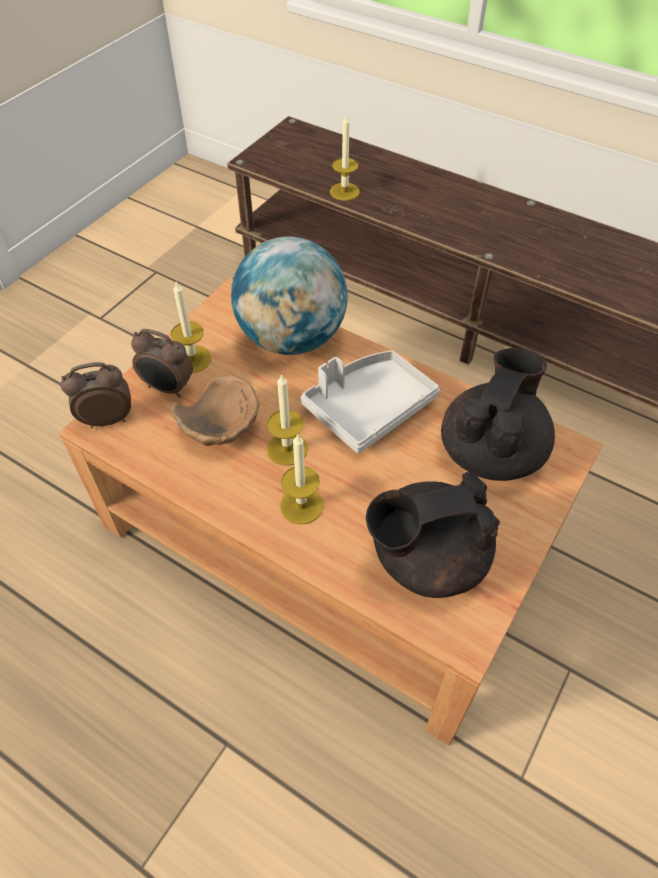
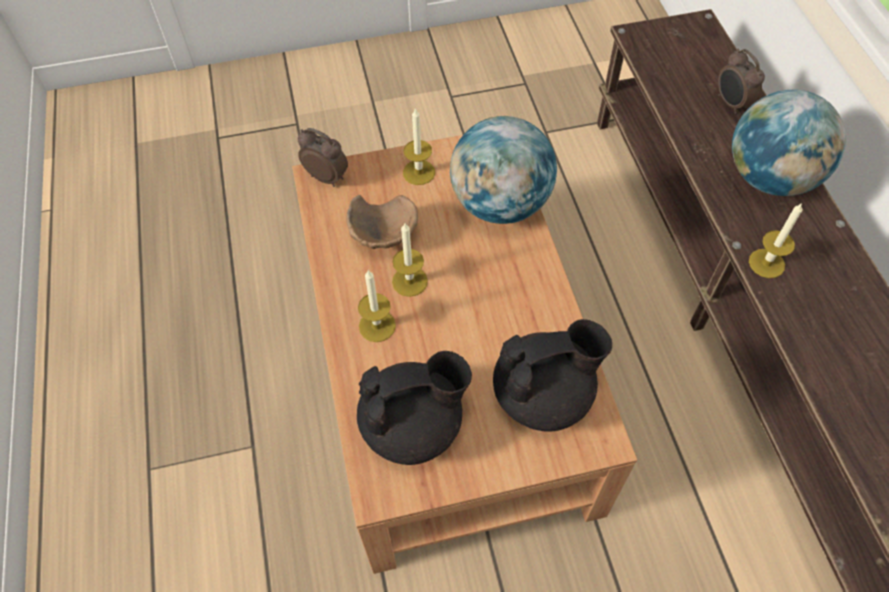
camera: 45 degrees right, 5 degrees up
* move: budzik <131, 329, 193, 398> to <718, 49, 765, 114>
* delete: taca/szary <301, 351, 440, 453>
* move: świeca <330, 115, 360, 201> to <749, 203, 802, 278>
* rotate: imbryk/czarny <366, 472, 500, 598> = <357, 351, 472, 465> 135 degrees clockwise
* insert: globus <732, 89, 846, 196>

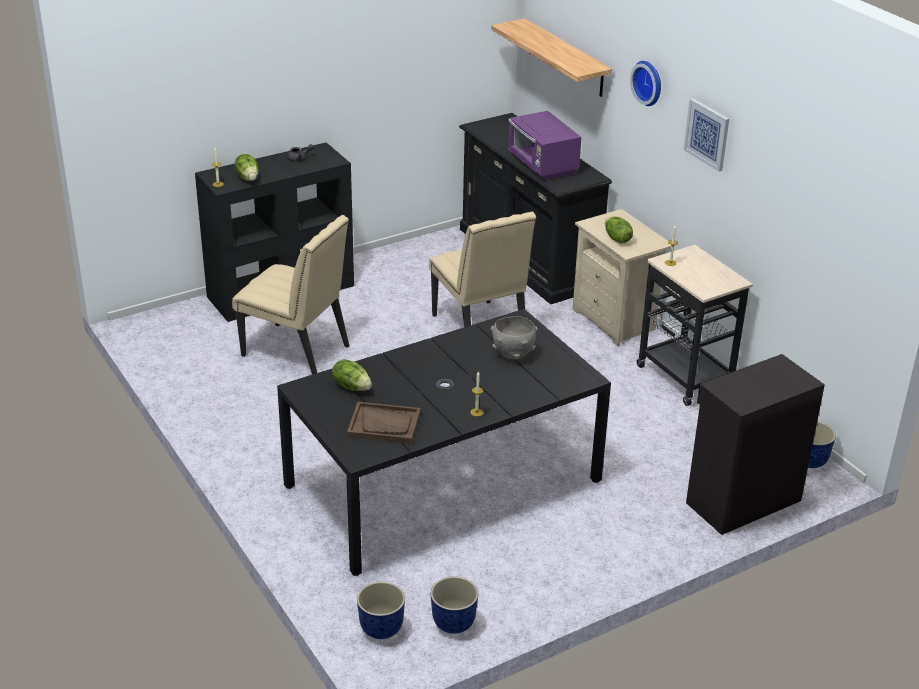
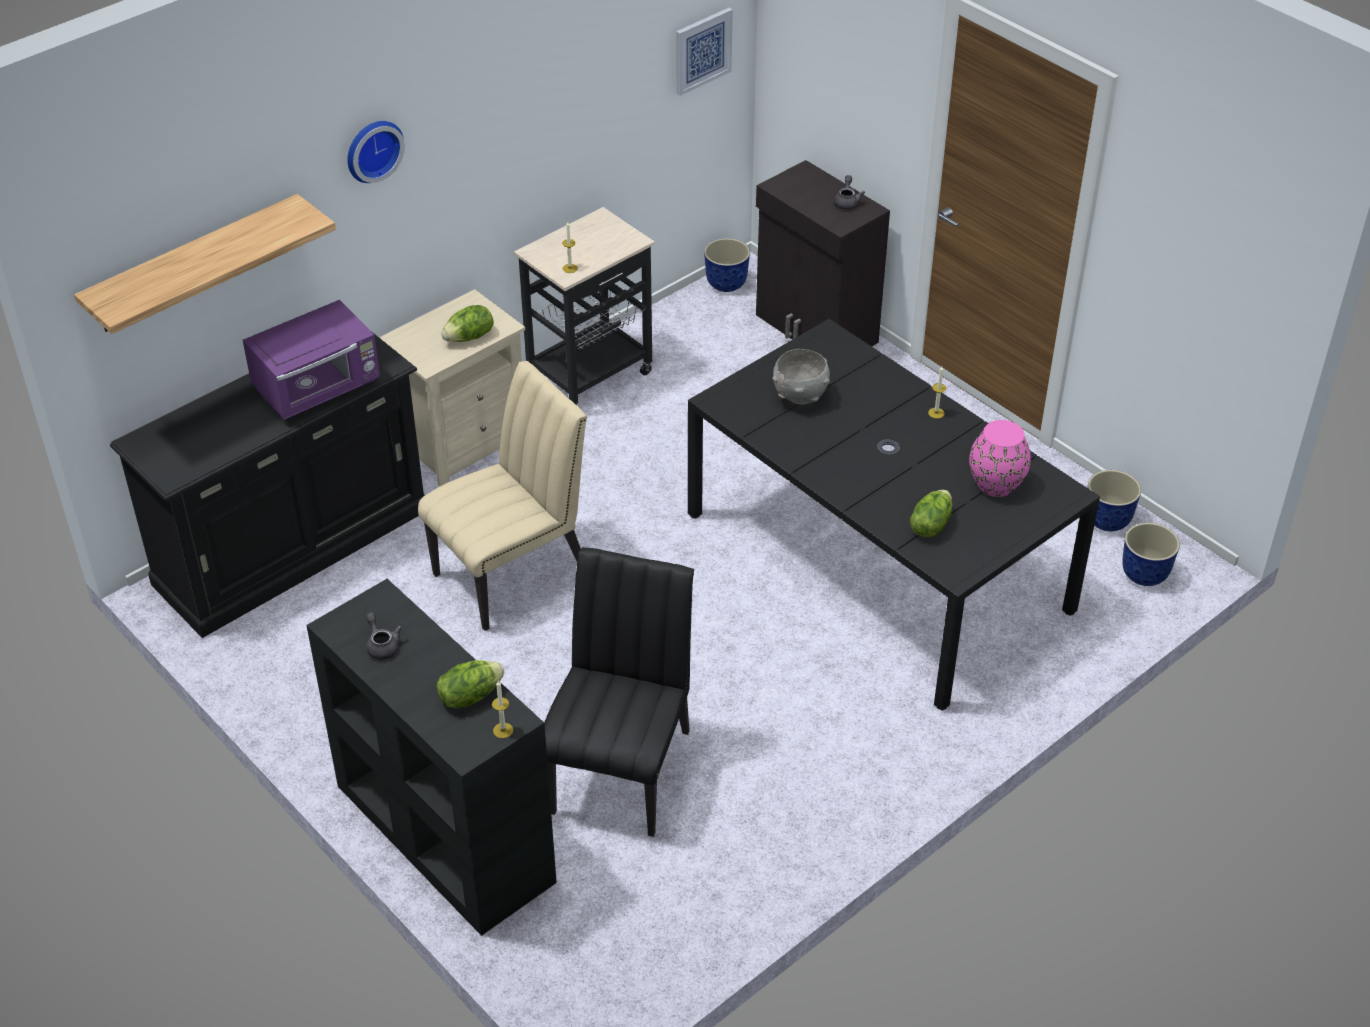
camera: 100 degrees left, 10 degrees up
* recolor: krzesło/beżowy <232, 215, 349, 375> to krzesło/czarny <544, 547, 694, 837>
* replace: taca/brązowy <347, 402, 421, 444> to wazon/różowy <969, 420, 1031, 497>
* move: obraz <684, 98, 729, 171> to <676, 8, 733, 96>
* insert: imbryk/szary <834, 175, 865, 210>

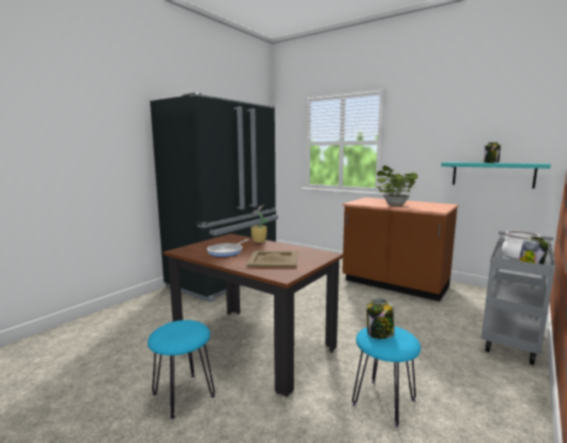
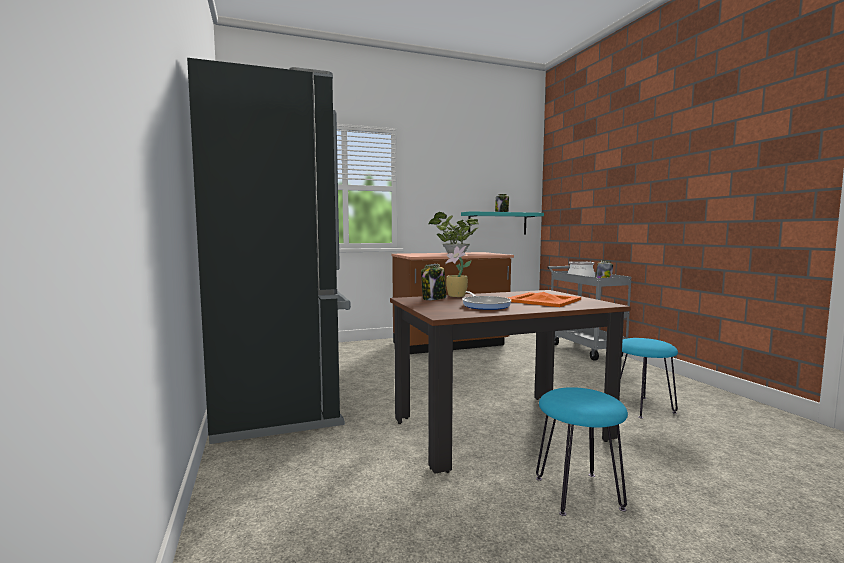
camera: 55 degrees left, 5 degrees down
* recolor: taca/beżowy <247, 250, 298, 268> to taca/pomarańczowy <508, 292, 581, 307>
* move: słoik <367, 299, 395, 339> to <421, 264, 446, 300>

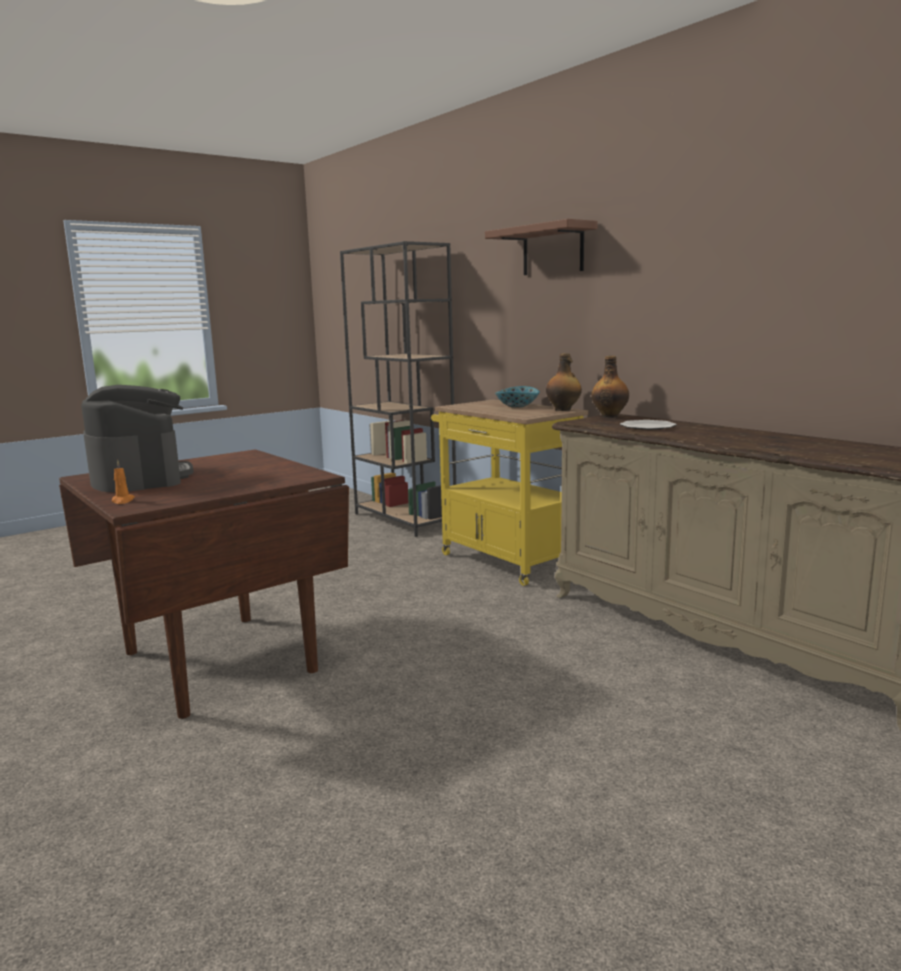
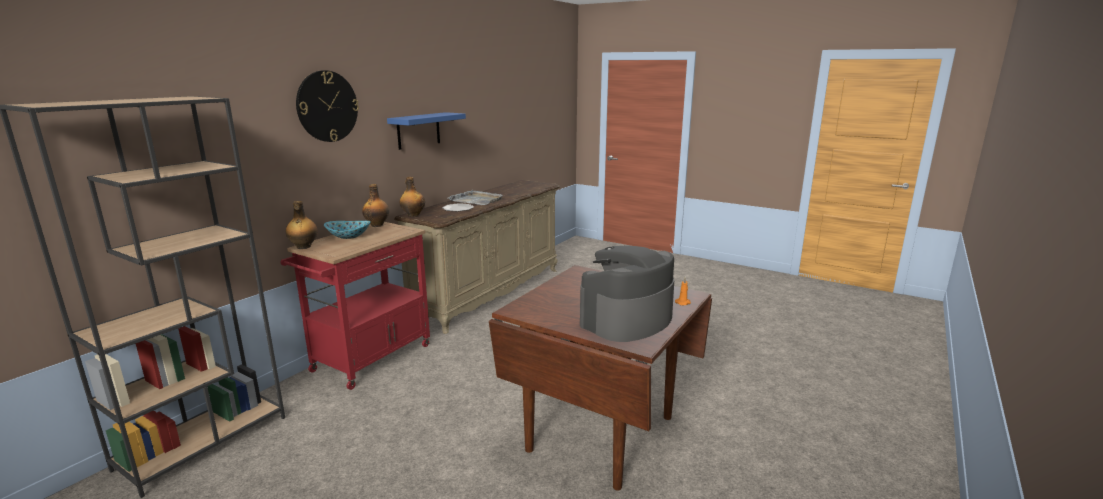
camera: 110 degrees left, 5 degrees up
* recolor: wózek/żółty <431, 399, 588, 586> to wózek/czerwony <280, 222, 430, 390>
* replace: półka/brązowy <485, 219, 598, 275> to zegar ścienny <296, 70, 359, 142>
* insert: butelka <286, 201, 318, 249>
* insert: półka/niebieski <387, 112, 466, 150>
* insert: taca/szary <448, 190, 503, 205>

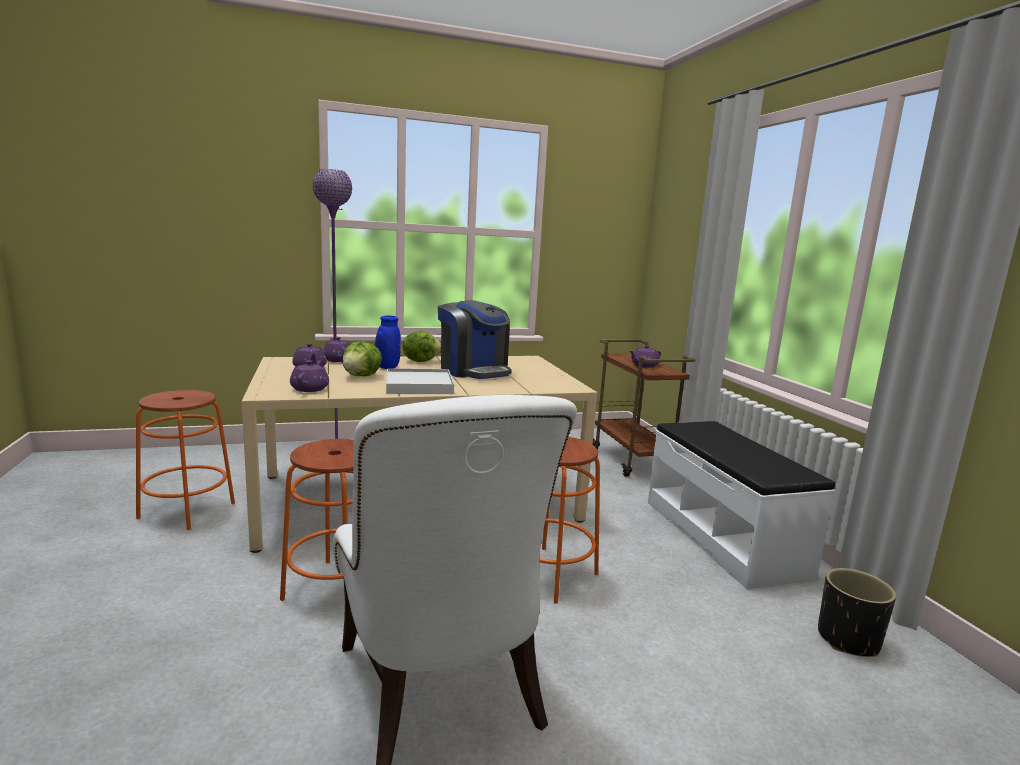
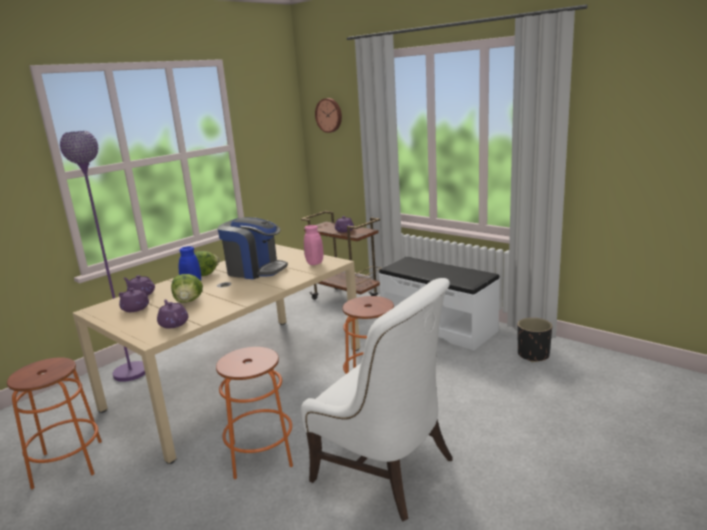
camera: 30 degrees left, 5 degrees up
* delete: taca/biały <386, 368, 454, 394>
* insert: wazon/różowy <304, 225, 323, 265>
* insert: zegar ścienny <315, 98, 342, 133>

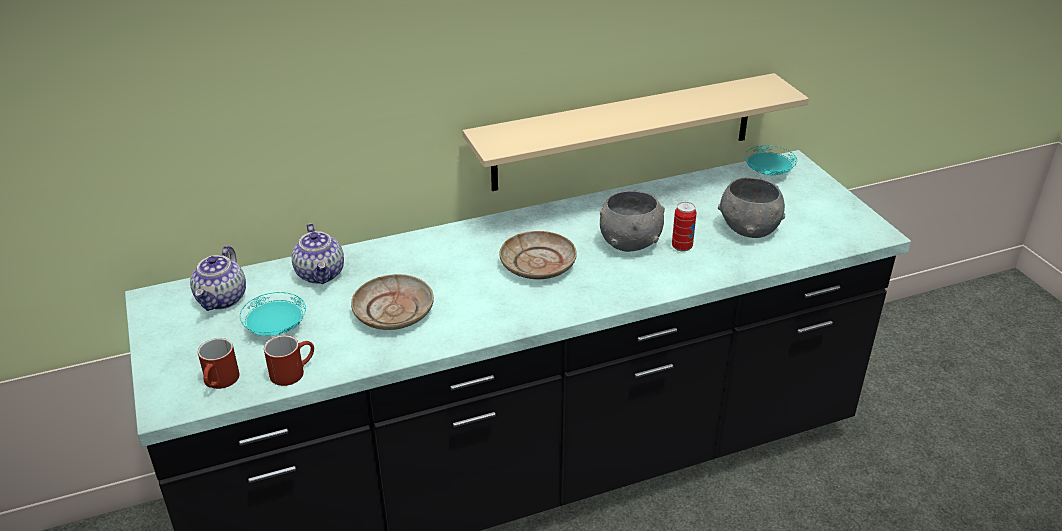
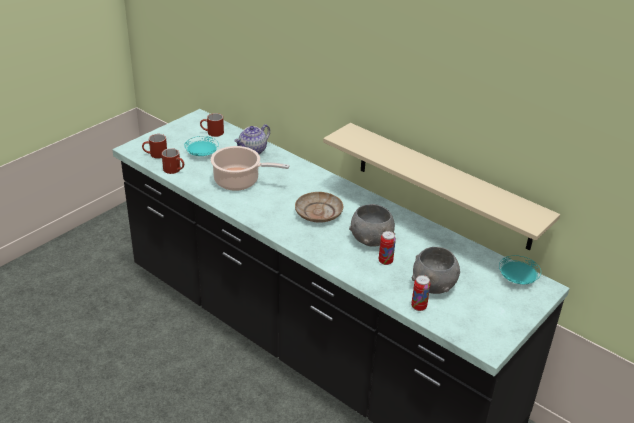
camera: 60 degrees right, 0 degrees up
* replace: imbryk <190, 246, 246, 311> to kubek/czerwony <200, 113, 224, 137>
* replace: talerz/beżowy <351, 274, 434, 330> to garnek <211, 146, 290, 191>
* insert: puszka <411, 275, 431, 311>

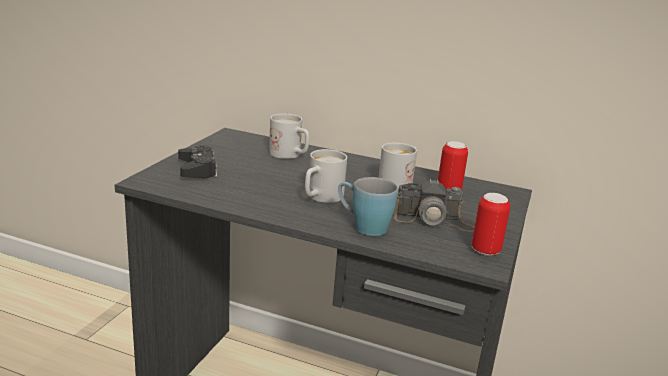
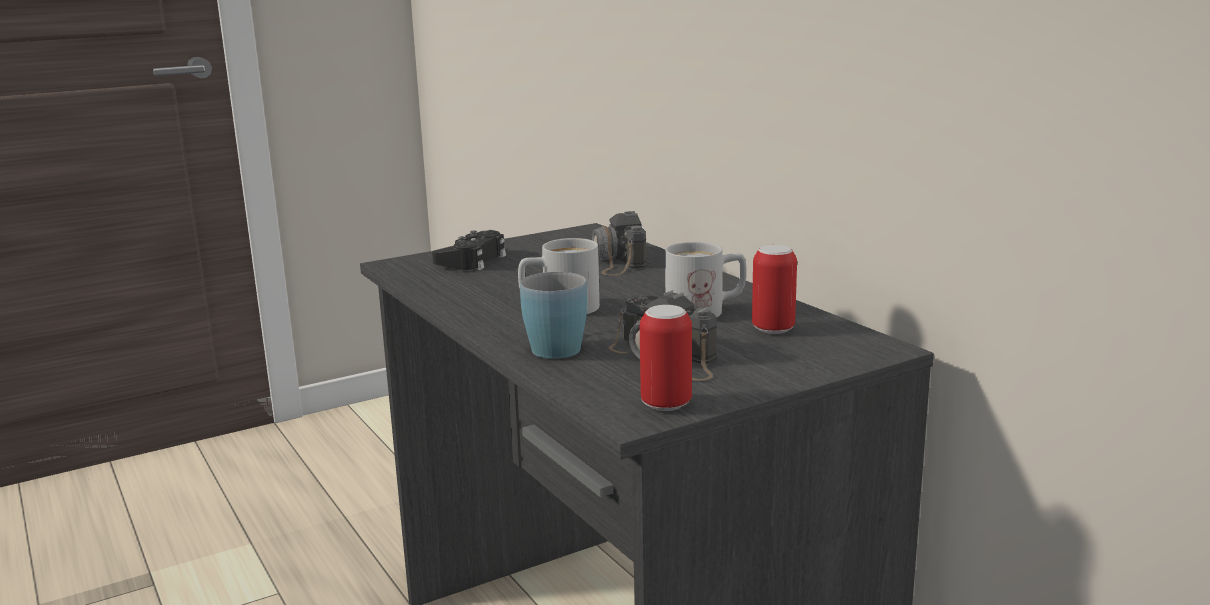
camera: 40 degrees right, 5 degrees down
* replace: kubek/biały <269, 114, 309, 159> to aparat fotograficzny <592, 211, 647, 276>

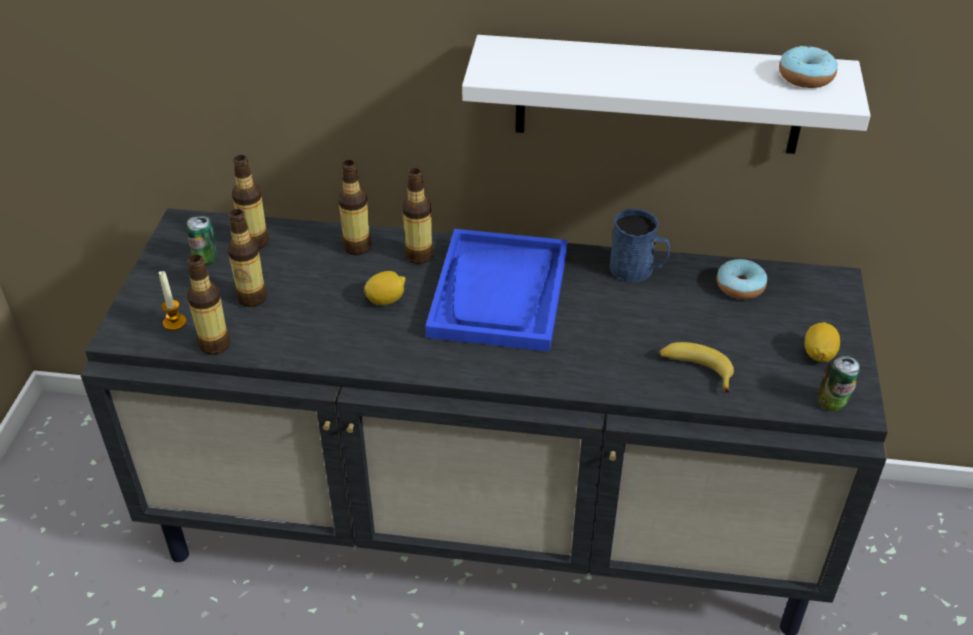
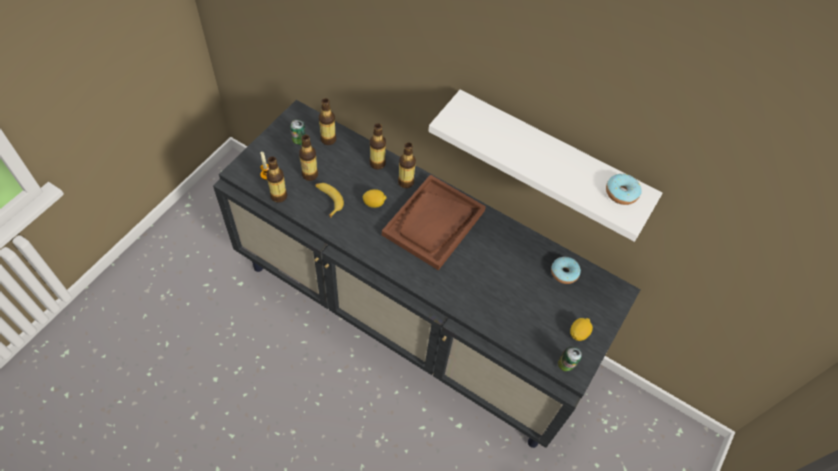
camera: 20 degrees right, 15 degrees up
* recolor: taca/niebieski <425, 229, 568, 352> to taca/brązowy <382, 175, 486, 270>
* delete: kubek/niebieski <609, 209, 670, 282>
* move: banan <659, 342, 734, 393> to <315, 183, 344, 218>

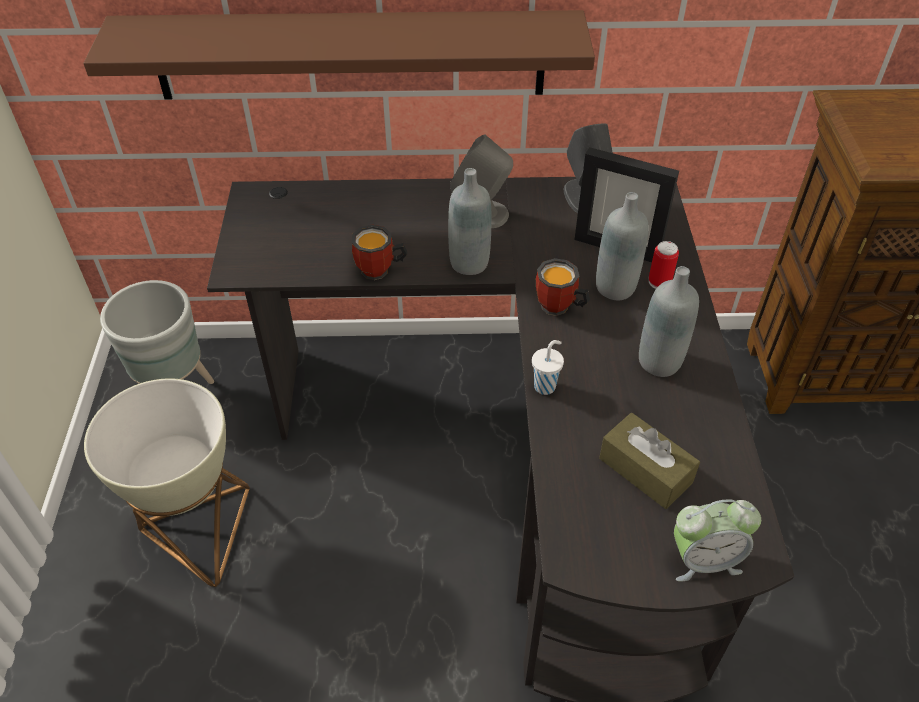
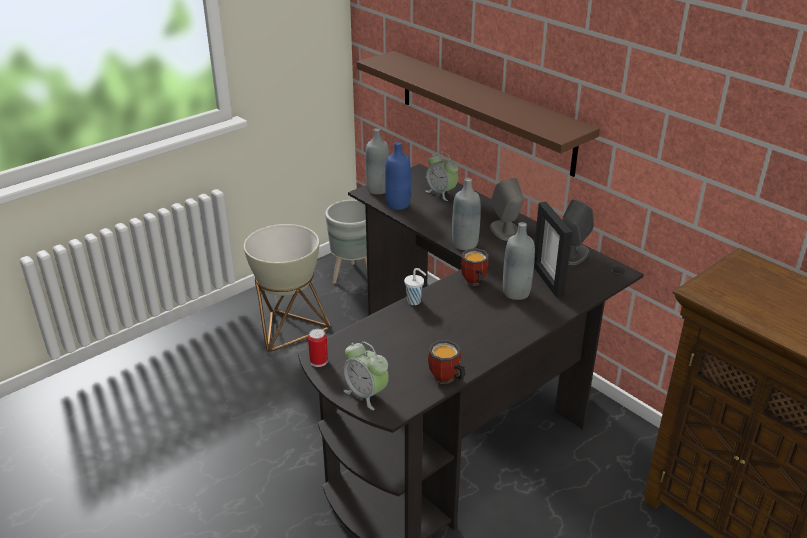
camera: 50 degrees right, 15 degrees down
* move: kubek <352, 224, 407, 280> to <428, 340, 466, 384>
* delete: pudełko chusteczek/brązowy <599, 413, 700, 509>
* move: butelka/szary <639, 266, 699, 377> to <365, 128, 389, 194>
* move: puszka <649, 241, 679, 289> to <308, 329, 328, 367>
* insert: butelka/niebieski <385, 142, 411, 210>
* insert: budzik <426, 152, 459, 201>

